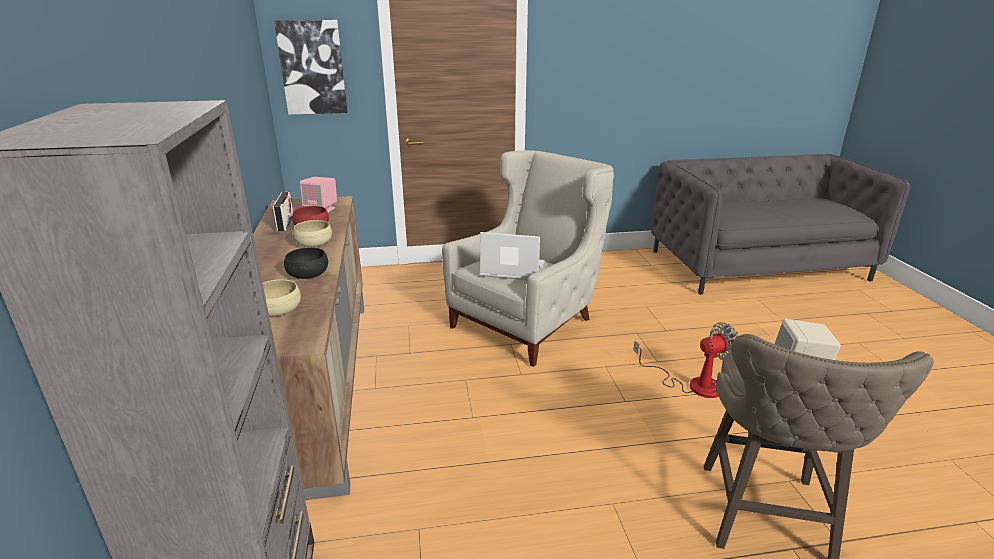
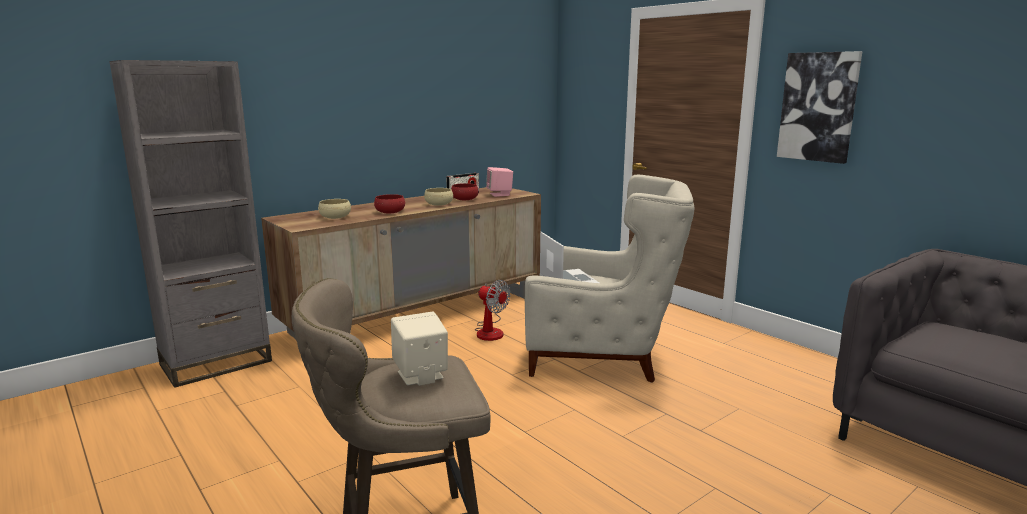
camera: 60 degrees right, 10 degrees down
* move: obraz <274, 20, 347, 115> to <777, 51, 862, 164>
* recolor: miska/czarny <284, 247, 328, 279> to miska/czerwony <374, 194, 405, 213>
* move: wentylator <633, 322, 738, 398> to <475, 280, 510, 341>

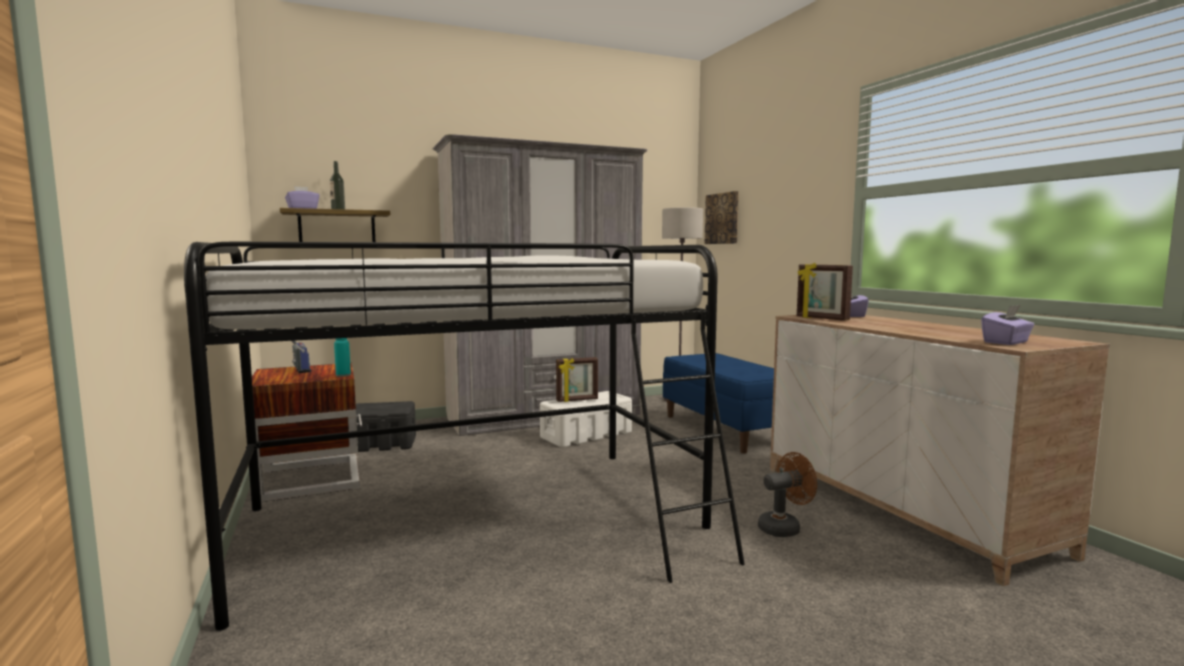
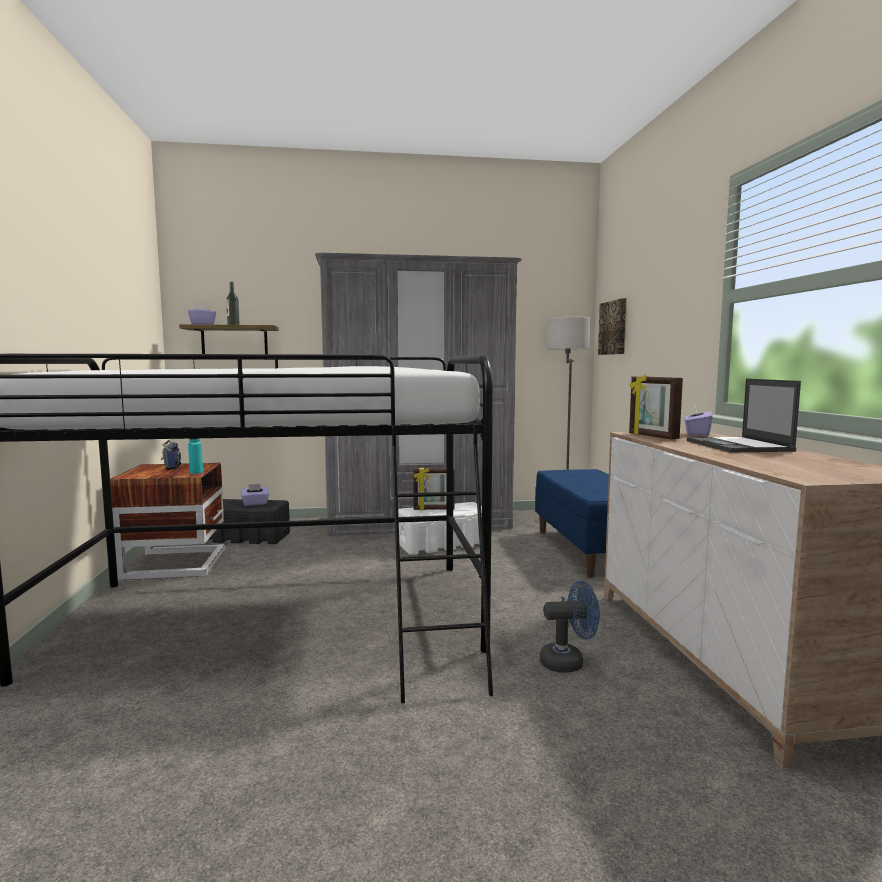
camera: 15 degrees right, 0 degrees up
* recolor: wentylator/brązowy <758, 452, 817, 537> to wentylator/niebieski <540, 581, 600, 672>
* move: pudełko chusteczek/fioletowy <981, 305, 1034, 345> to <241, 484, 269, 506>
* insert: laptop <687, 379, 801, 453>

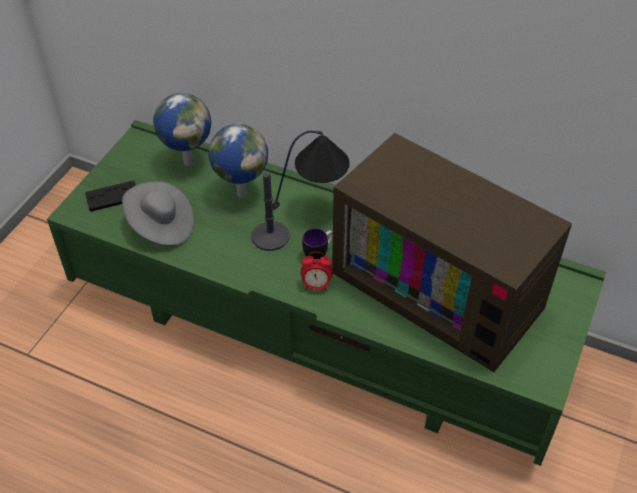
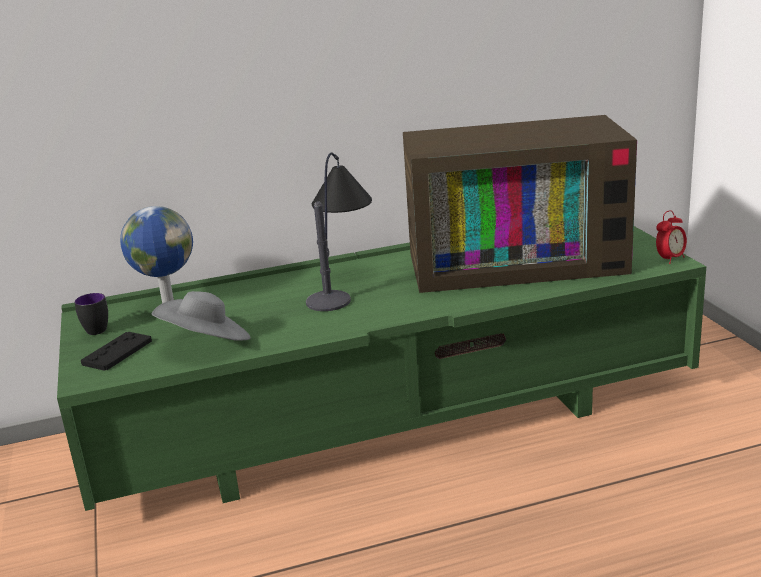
camera: 40 degrees left, 25 degrees down
* delete: globus <208, 124, 268, 198>
* move: budzik <301, 252, 333, 292> to <656, 210, 687, 264>
* move: kubek <302, 228, 333, 259> to <75, 293, 108, 335>

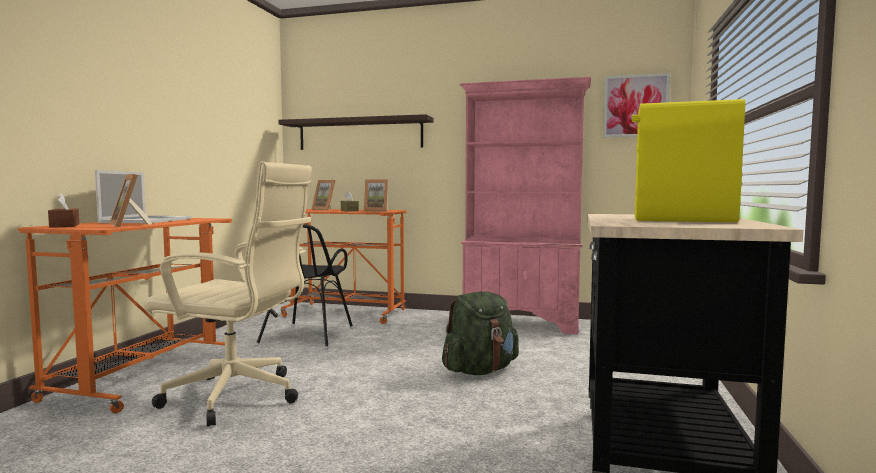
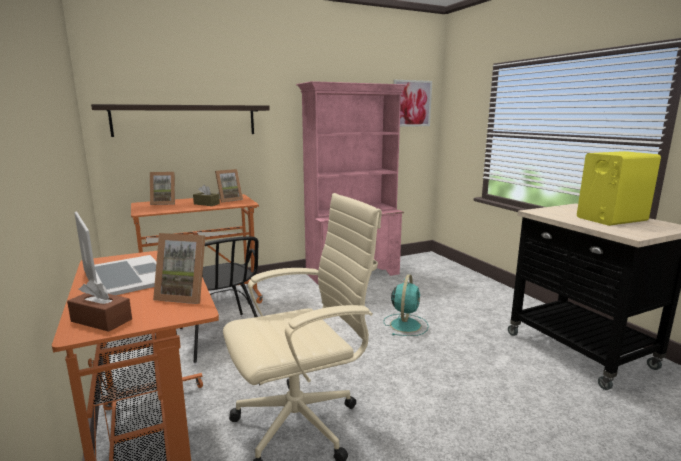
camera: 40 degrees left, 10 degrees up
* replace: plecak/zielony <442, 292, 519, 375> to wentylator/turkusowy <384, 274, 429, 336>

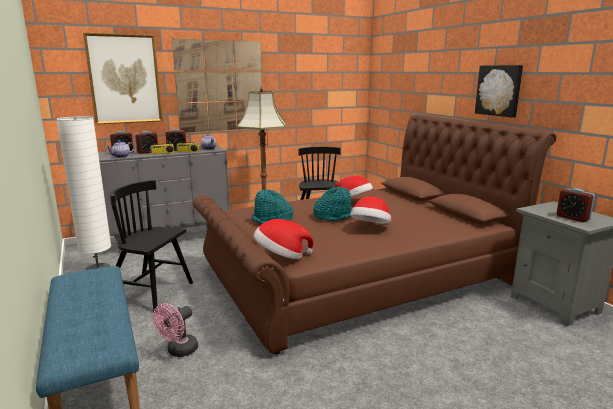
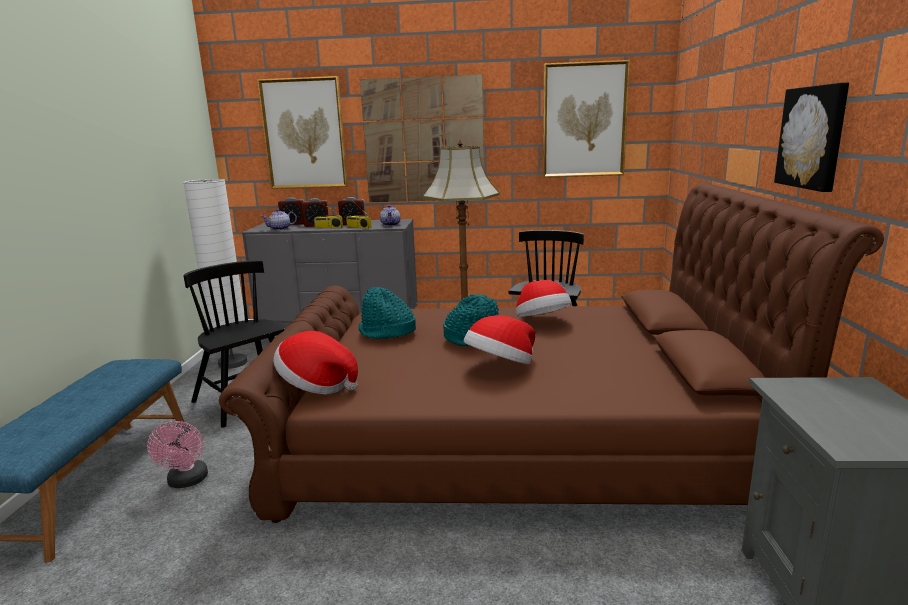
camera: 30 degrees right, 0 degrees up
* rotate: wentylator/różowy <153, 303, 198, 357> = <147, 421, 208, 488> 75 degrees counterclockwise
* delete: budzik <556, 188, 595, 222>
* insert: obraz <543, 60, 630, 178>

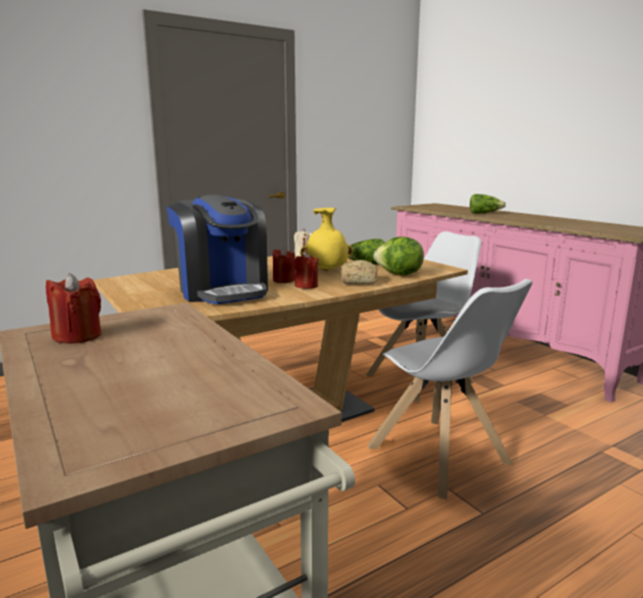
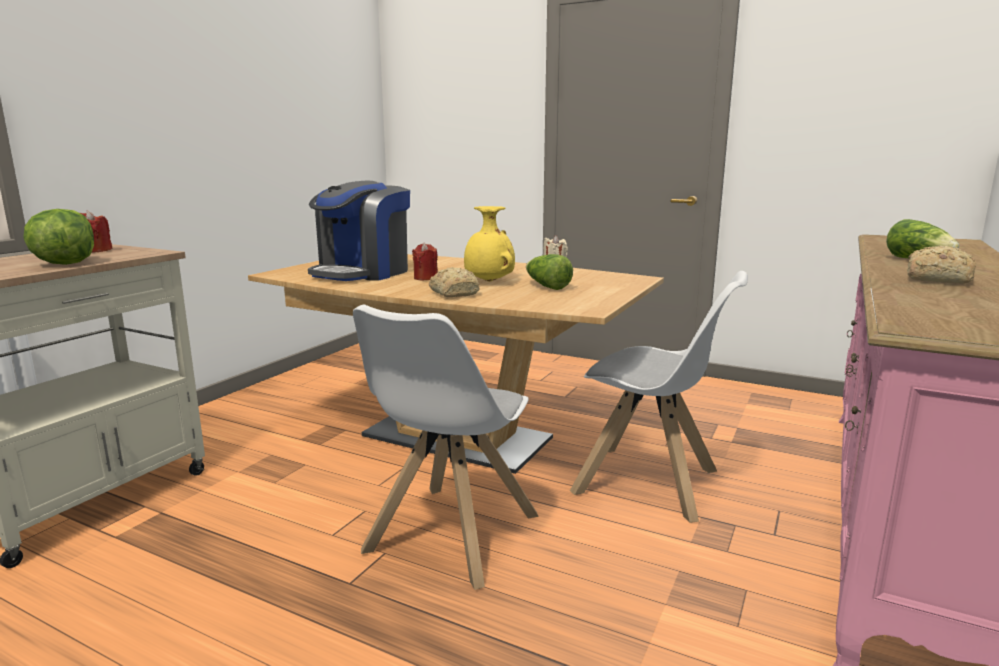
camera: 60 degrees right, 0 degrees up
* delete: świeca/czerwony <294, 252, 319, 289>
* move: sałata <373, 237, 424, 276> to <23, 209, 94, 265>
* insert: chleb <907, 246, 977, 284>

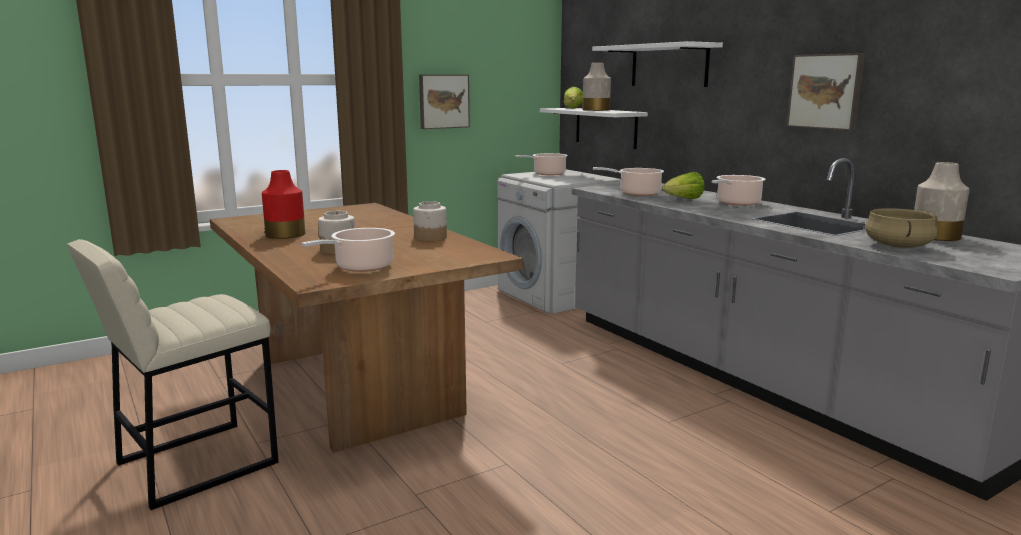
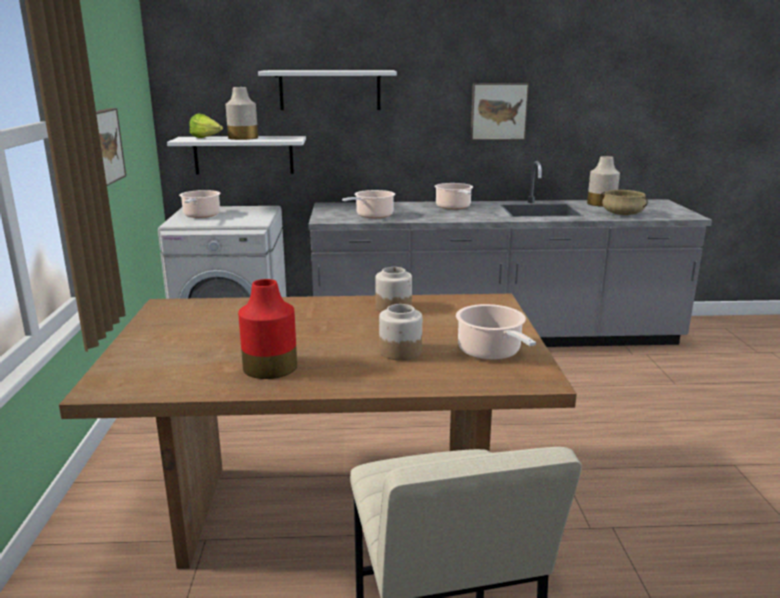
camera: 60 degrees left, 5 degrees up
* delete: sałata <662, 172, 705, 199>

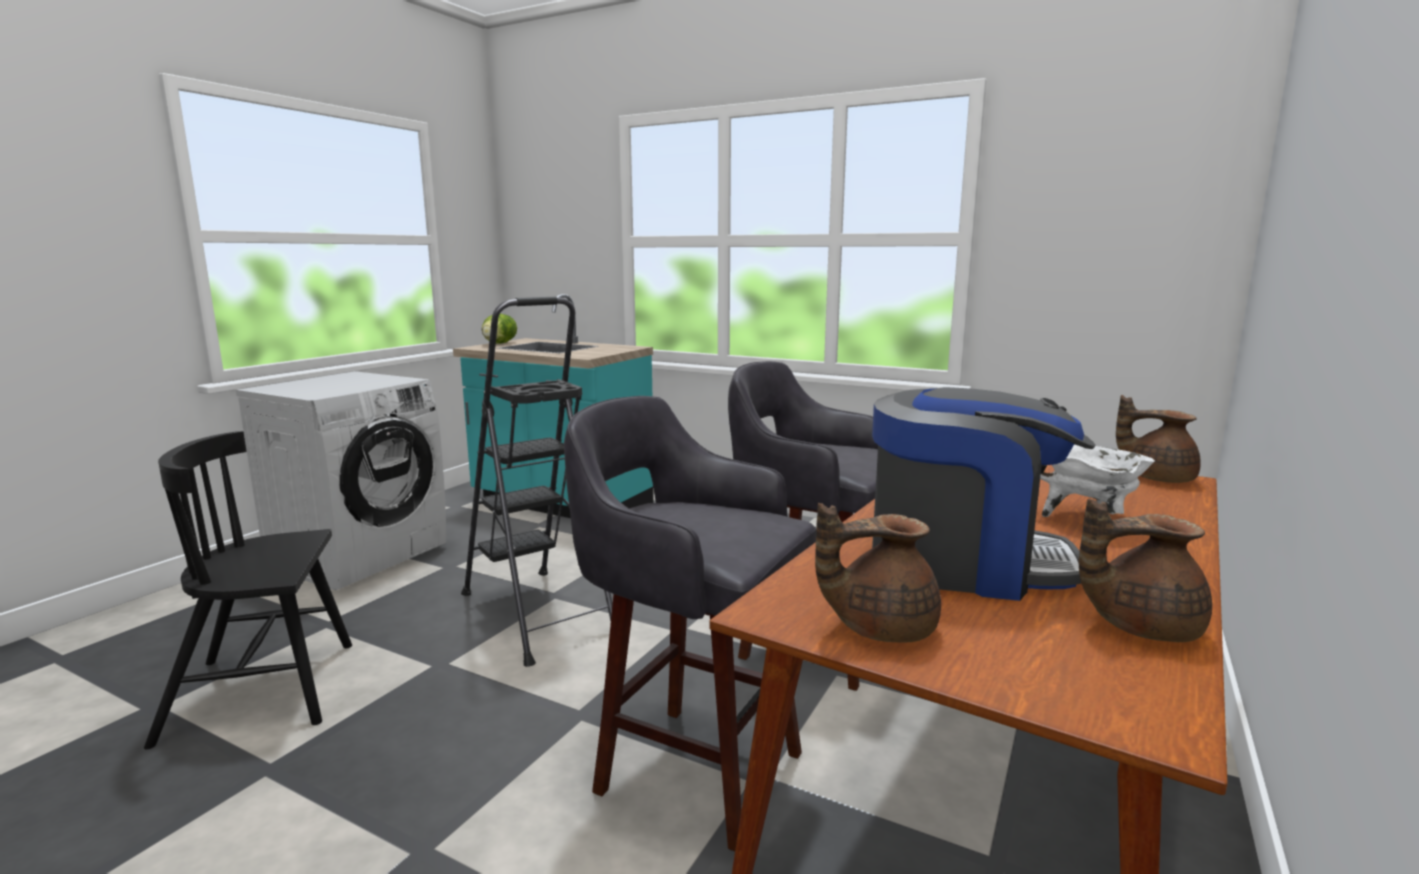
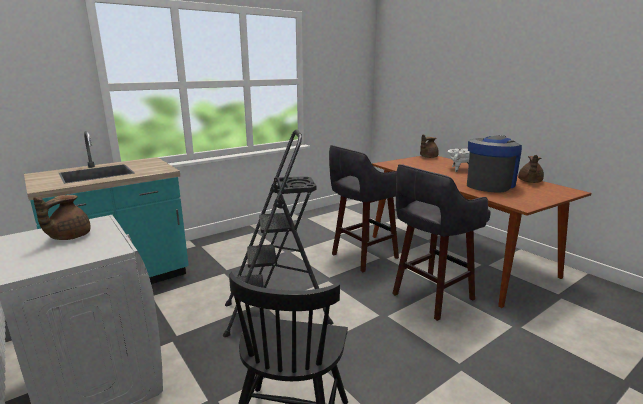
camera: 65 degrees left, 5 degrees up
* delete: sałata <482, 313, 517, 344>
* move: imbryk/brązowy <815, 503, 941, 642> to <33, 195, 91, 240>

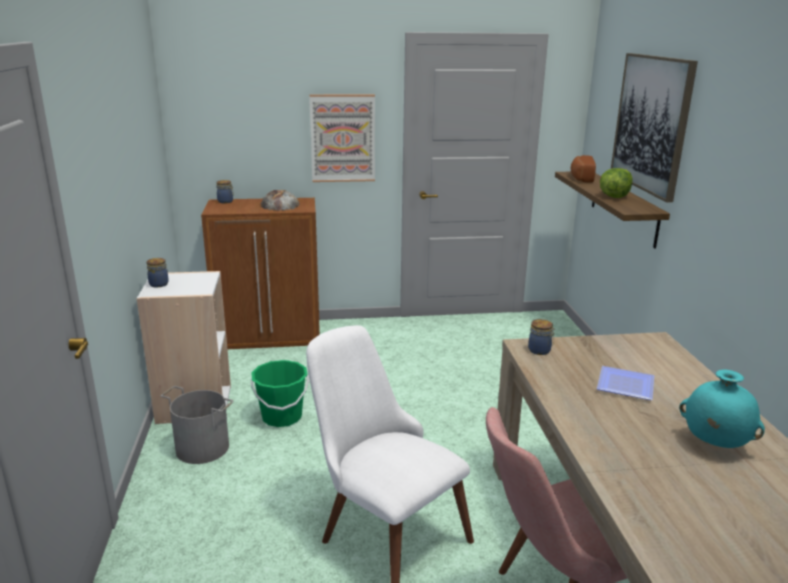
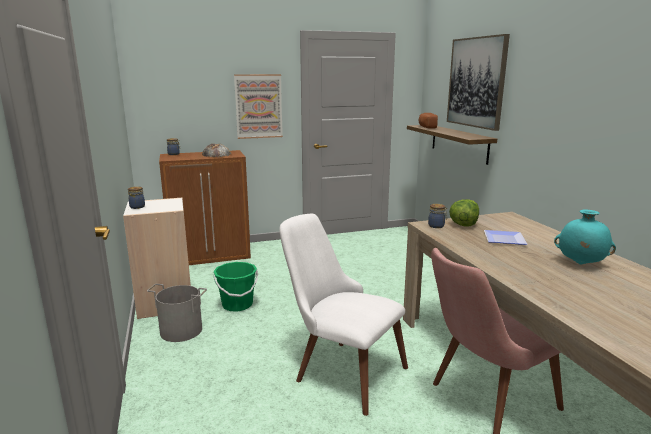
camera: 10 degrees left, 5 degrees down
* move: sałata <600, 168, 632, 198> to <449, 199, 479, 226>

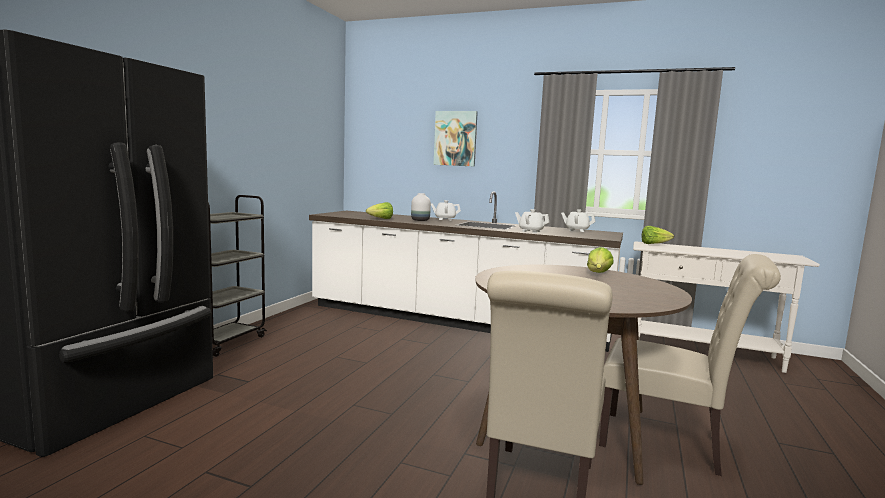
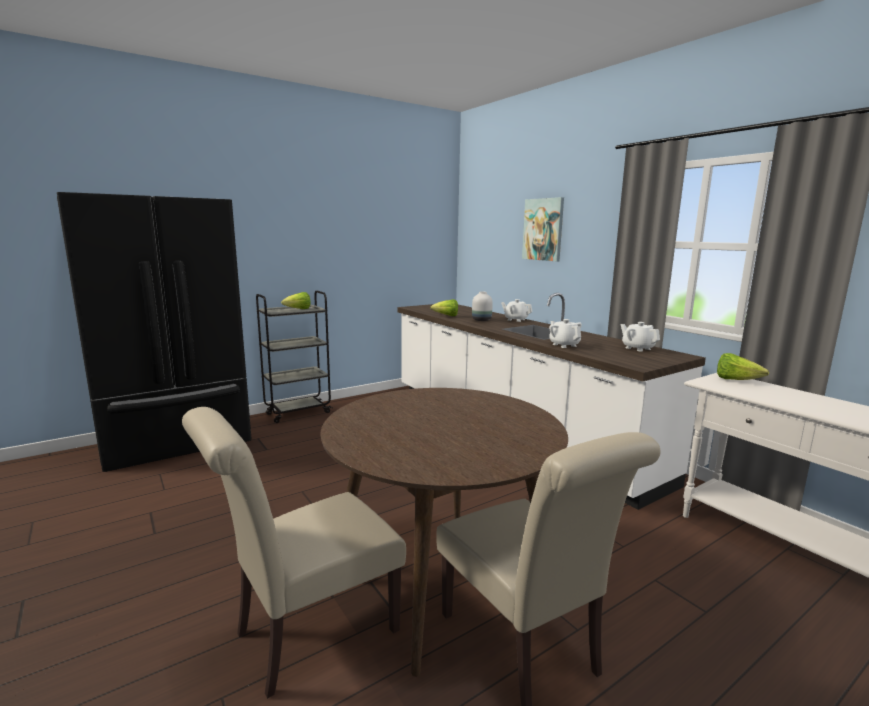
camera: 35 degrees right, 5 degrees up
* move: sałata <587, 247, 614, 273> to <281, 292, 311, 309>

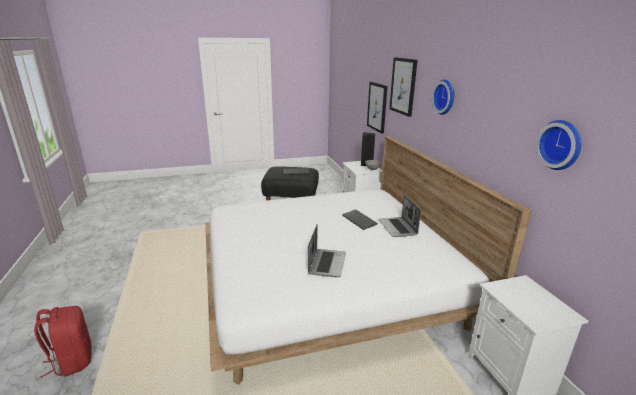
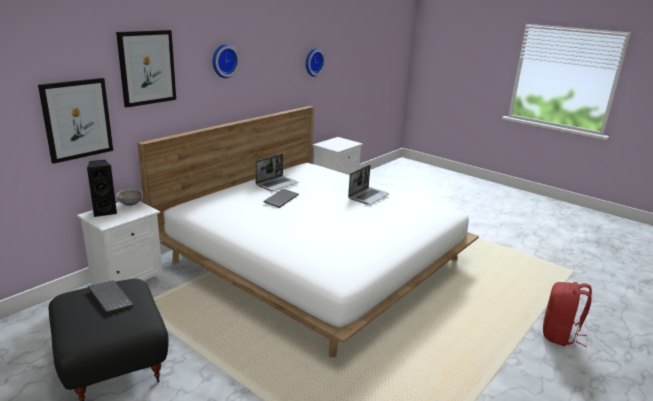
camera: 125 degrees left, 0 degrees up
* rotate: laptop <308, 225, 346, 277> = <348, 165, 390, 205> 150 degrees clockwise

